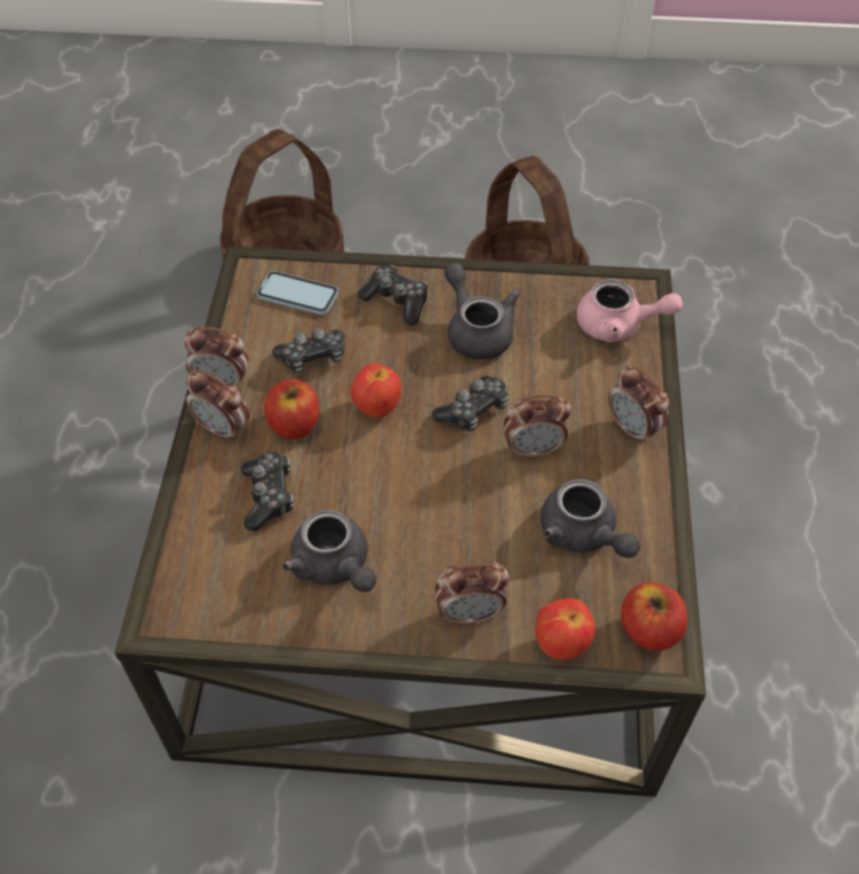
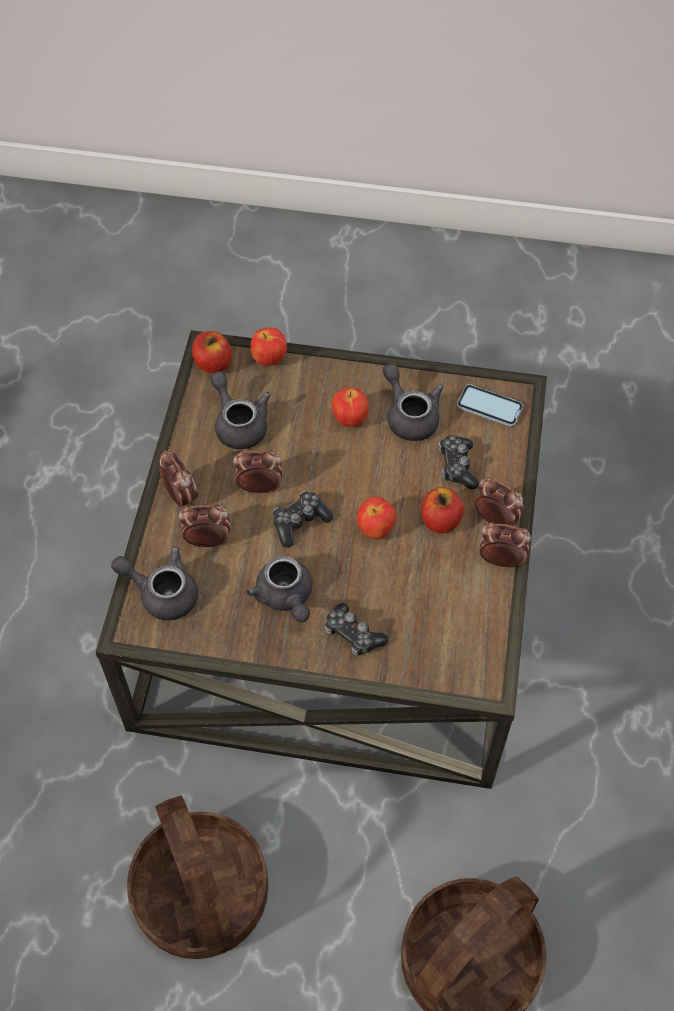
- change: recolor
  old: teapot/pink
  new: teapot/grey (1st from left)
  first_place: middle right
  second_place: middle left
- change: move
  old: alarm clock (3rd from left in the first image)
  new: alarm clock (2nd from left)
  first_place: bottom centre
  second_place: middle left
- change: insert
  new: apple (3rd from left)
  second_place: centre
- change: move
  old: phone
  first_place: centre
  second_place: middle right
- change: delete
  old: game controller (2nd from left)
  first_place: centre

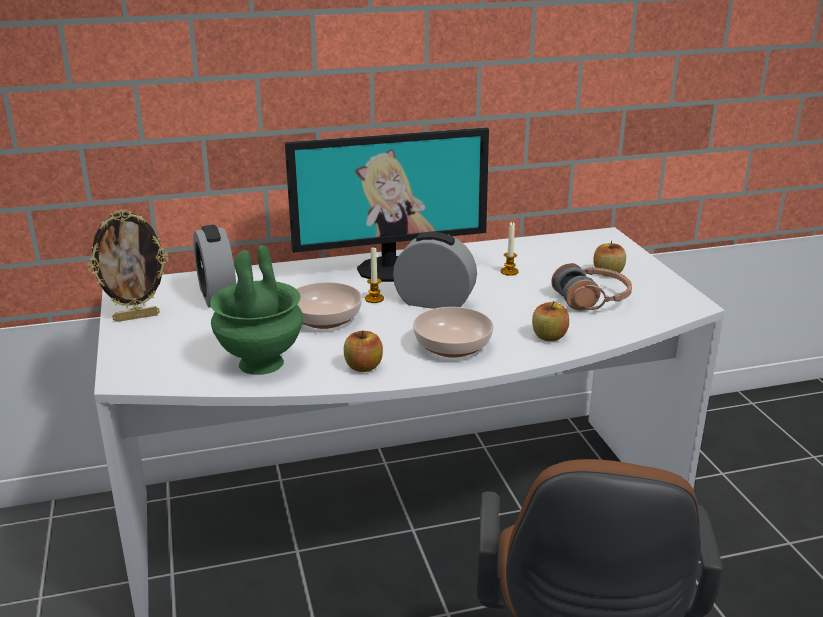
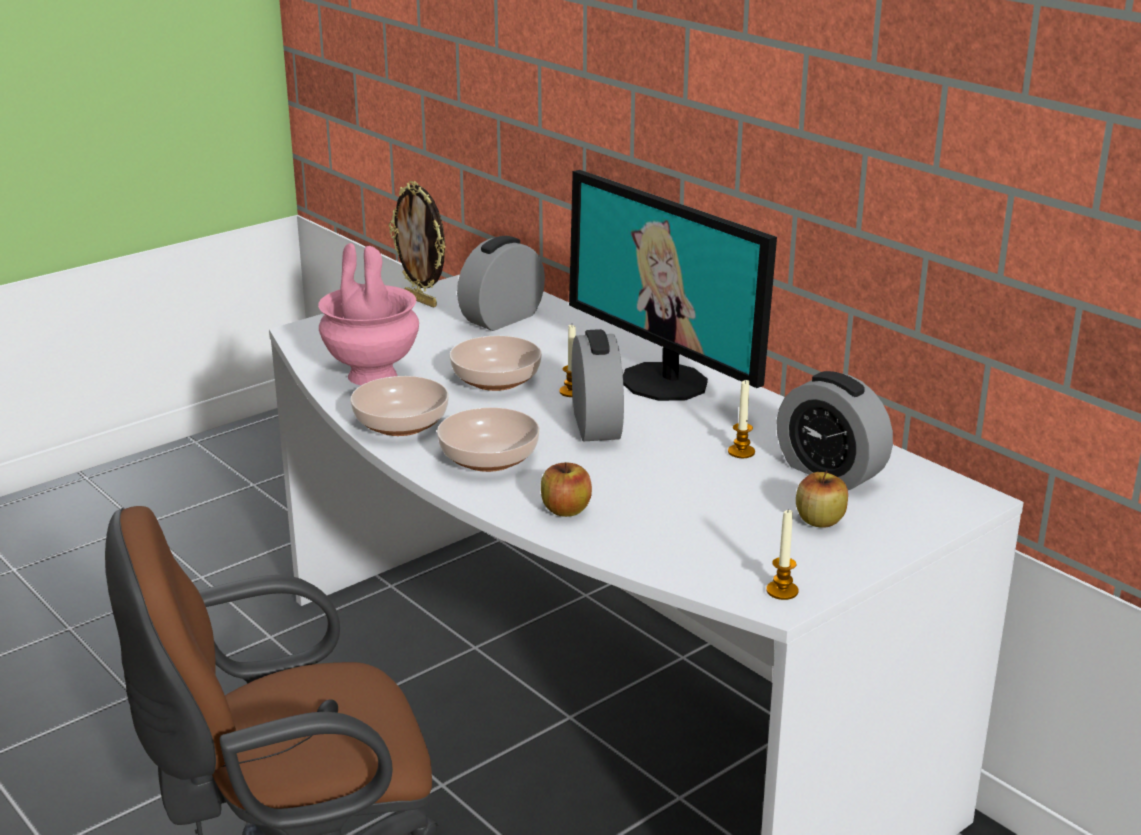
- change: recolor
  old: vase/green
  new: vase/pink
  first_place: middle left
  second_place: middle left
- change: replace
  old: apple (1st from left)
  new: bowl (1st from left)
  first_place: centre
  second_place: centre
- change: insert
  new: candle (3rd from left)
  second_place: middle right
- change: insert
  new: alarm clock (3rd from left)
  second_place: middle right
- change: delete
  old: headphones
  first_place: middle right

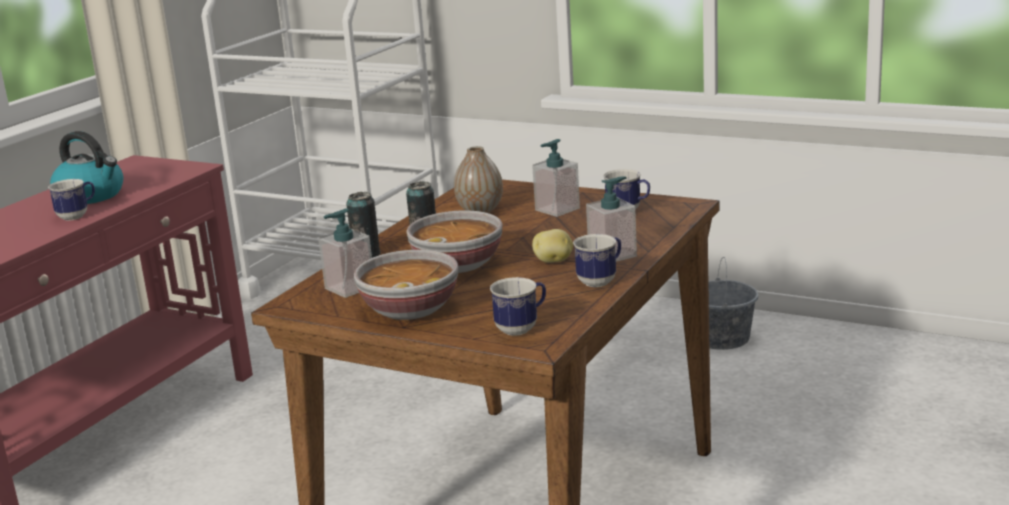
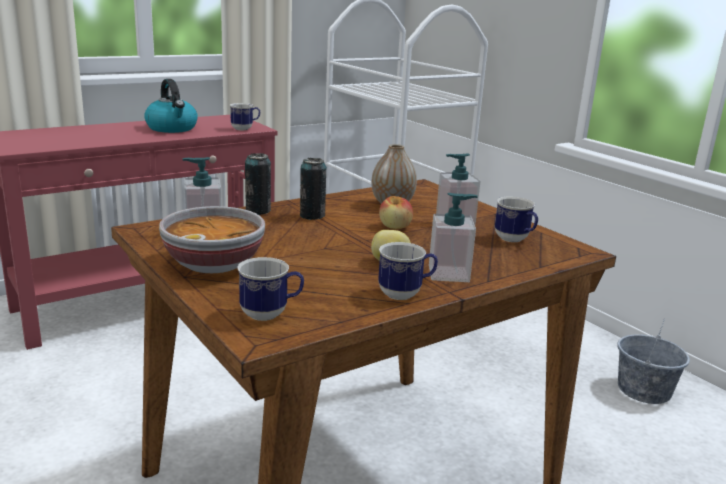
- change: move
  old: mug (1st from left)
  first_place: middle left
  second_place: top centre
- change: insert
  new: apple
  second_place: centre
- change: delete
  old: bowl (2nd from left)
  first_place: centre

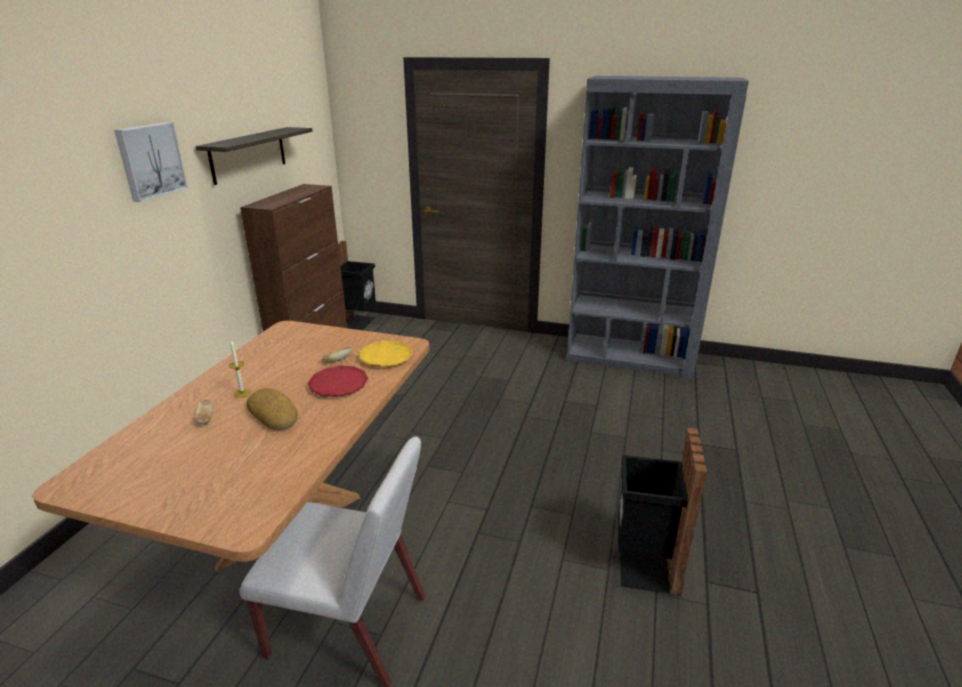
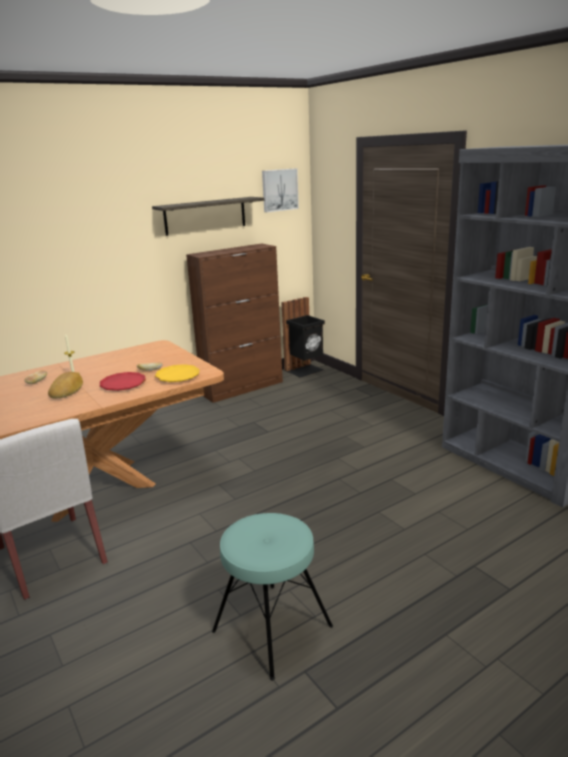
- change: replace
  old: trash can/black (2nd from left)
  new: stool/turquoise
  first_place: bottom right
  second_place: bottom centre
- change: move
  old: picture
  first_place: top left
  second_place: top centre

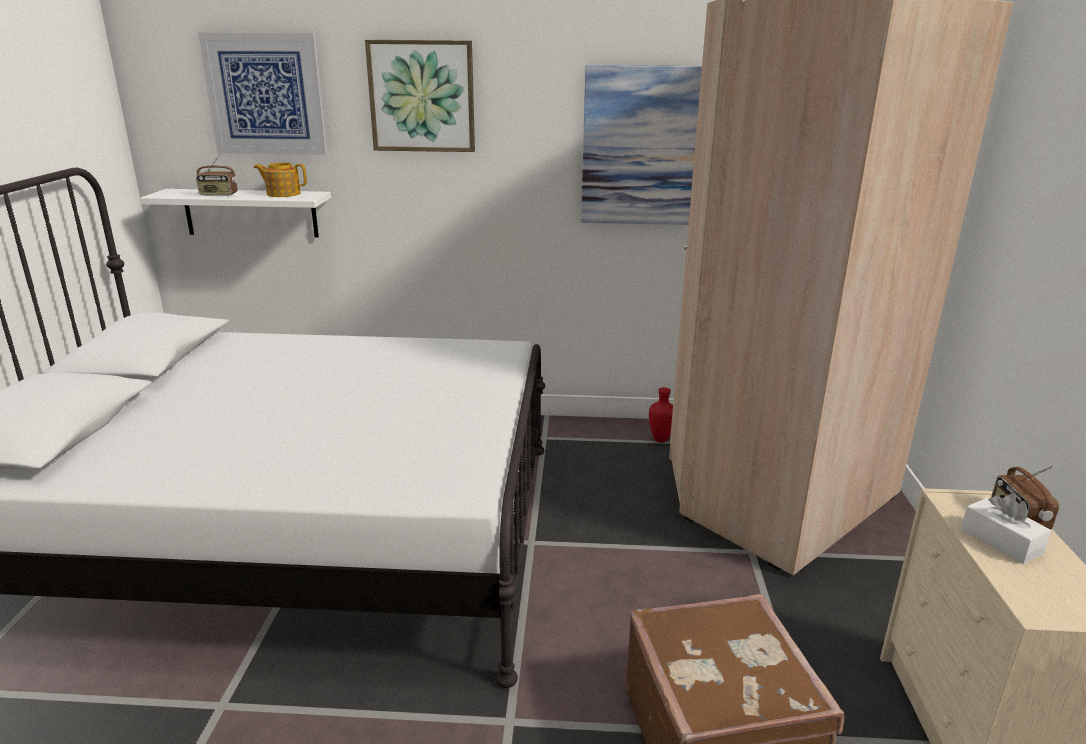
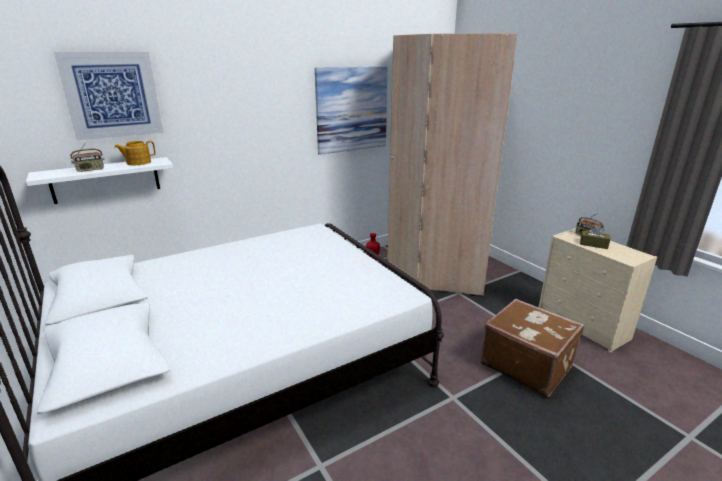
- change: recolor
  old: tissue box/white
  new: tissue box/brown
  first_place: bottom right
  second_place: middle right
- change: delete
  old: picture (2nd from left)
  first_place: top centre

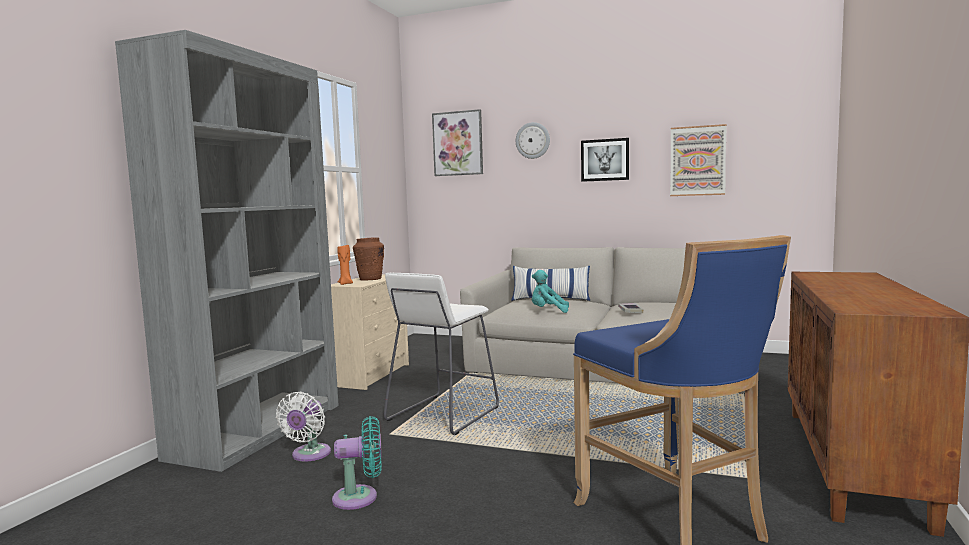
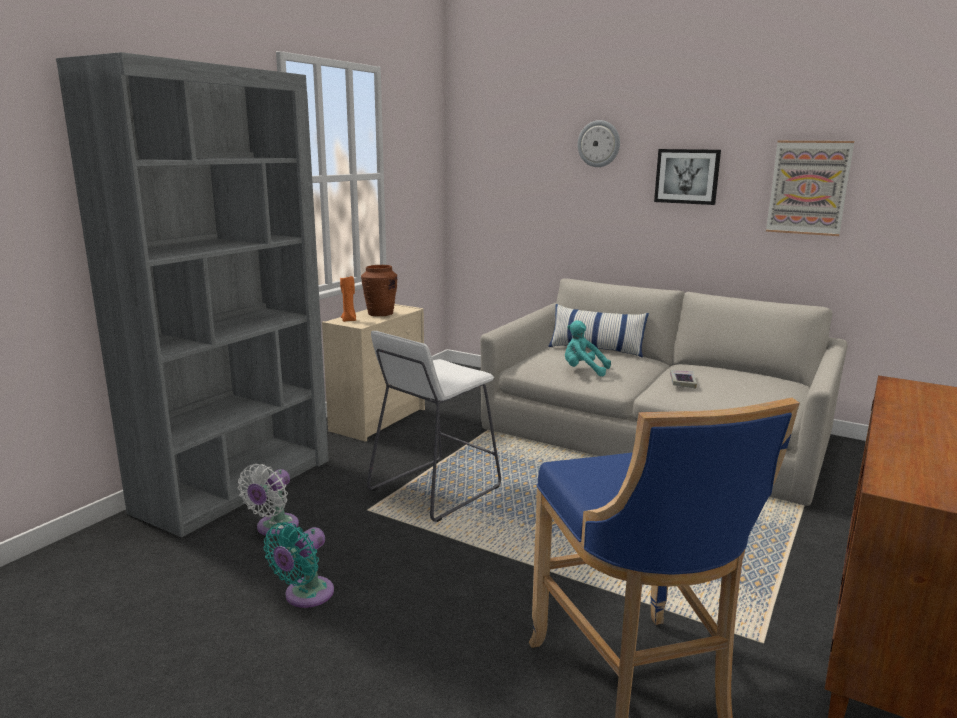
- change: rotate
  old: fan/turquoise
  first_place: bottom centre
  second_place: bottom left
  degrees: 120
- change: delete
  old: picture (1st from left)
  first_place: top centre

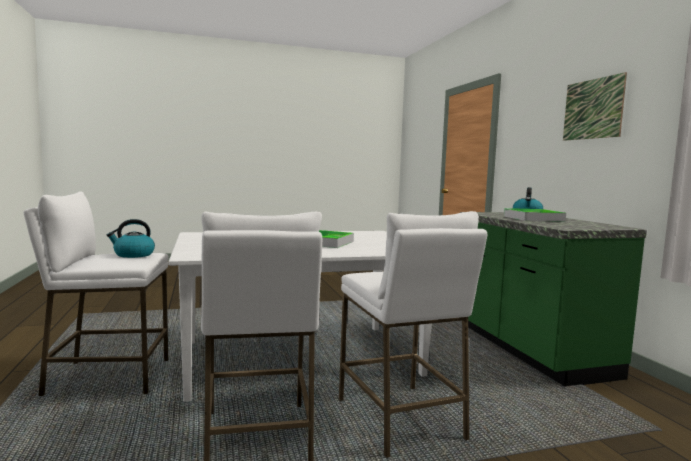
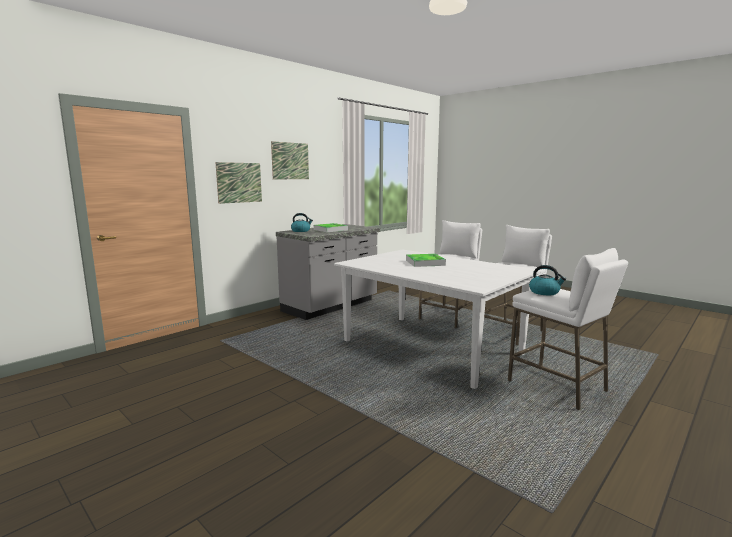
- change: insert
  new: picture (1st from left)
  second_place: middle left
- change: recolor
  old: counter/green
  new: counter/grey
  first_place: middle right
  second_place: centre

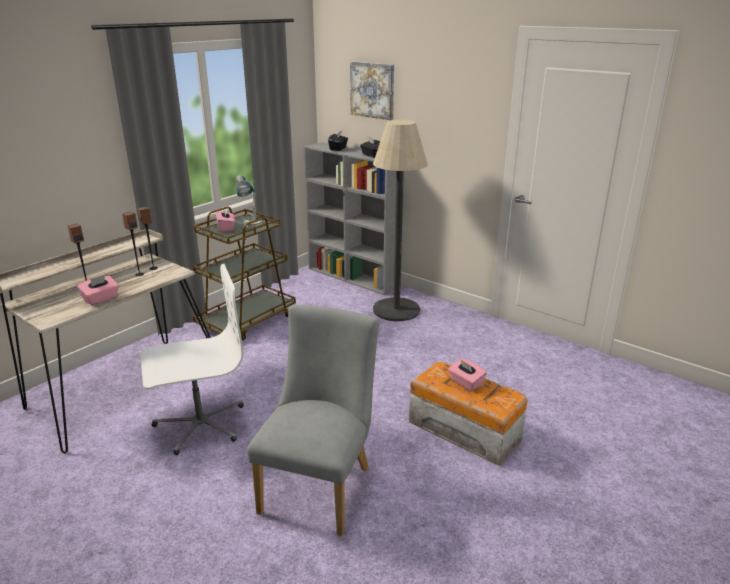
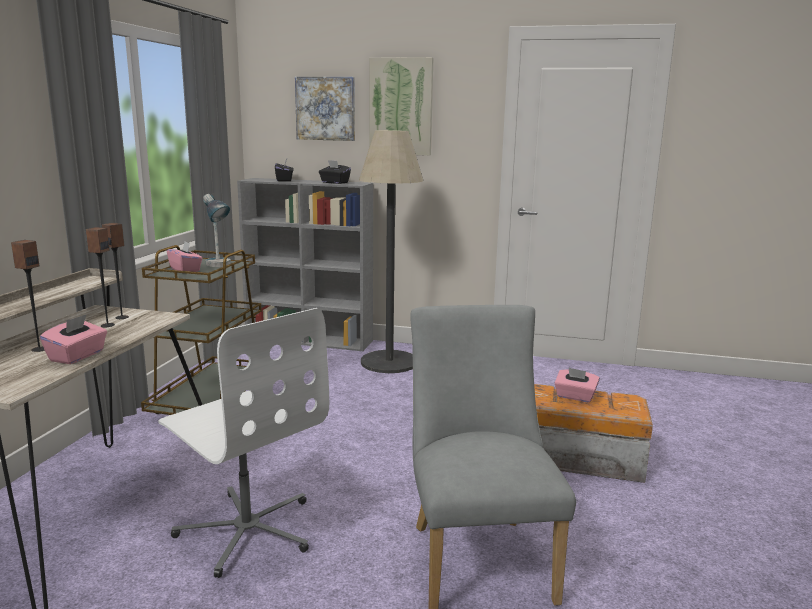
- change: rotate
  old: office chair/white
  first_place: middle left
  second_place: bottom left
  degrees: 90
- change: insert
  new: picture (2nd from left)
  second_place: top centre

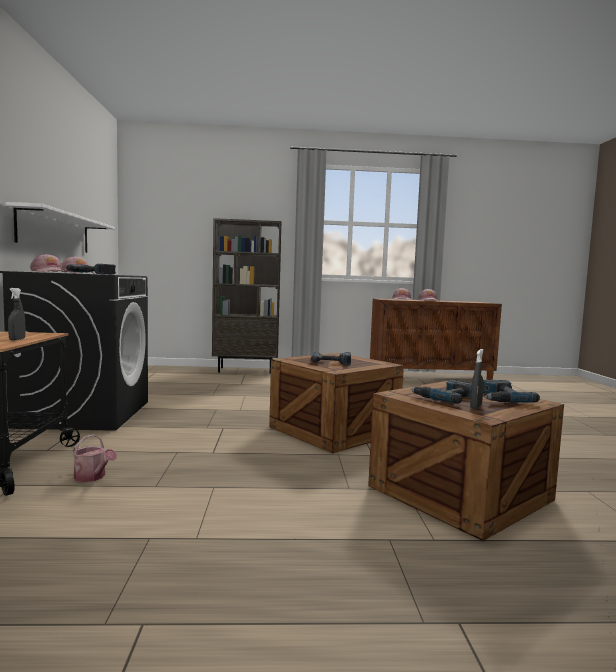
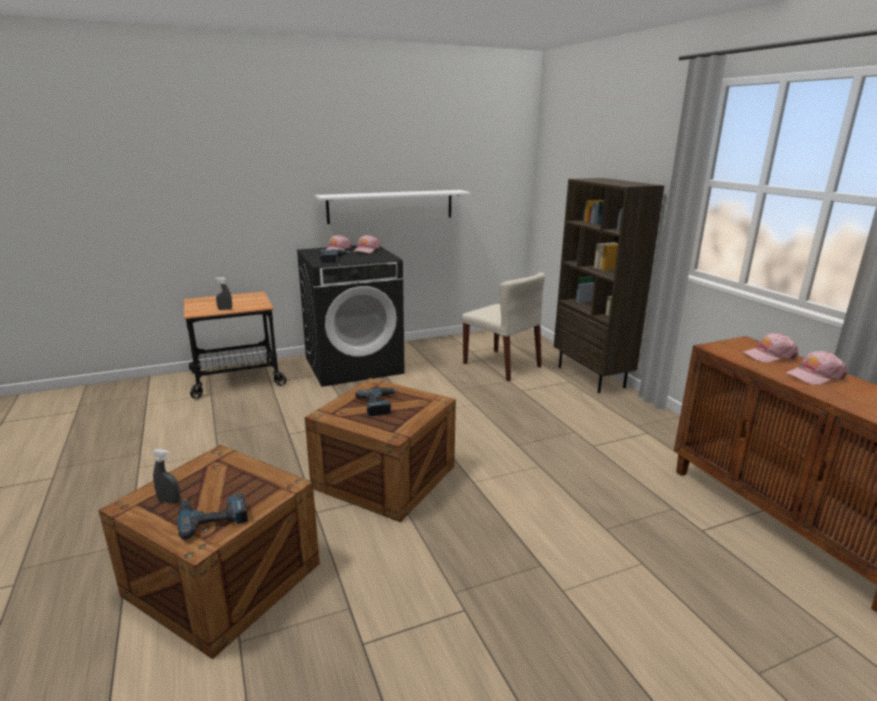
- change: insert
  new: chair/beige
  second_place: centre
- change: delete
  old: watering can
  first_place: bottom left
- change: delete
  old: power drill (3rd from left)
  first_place: middle right

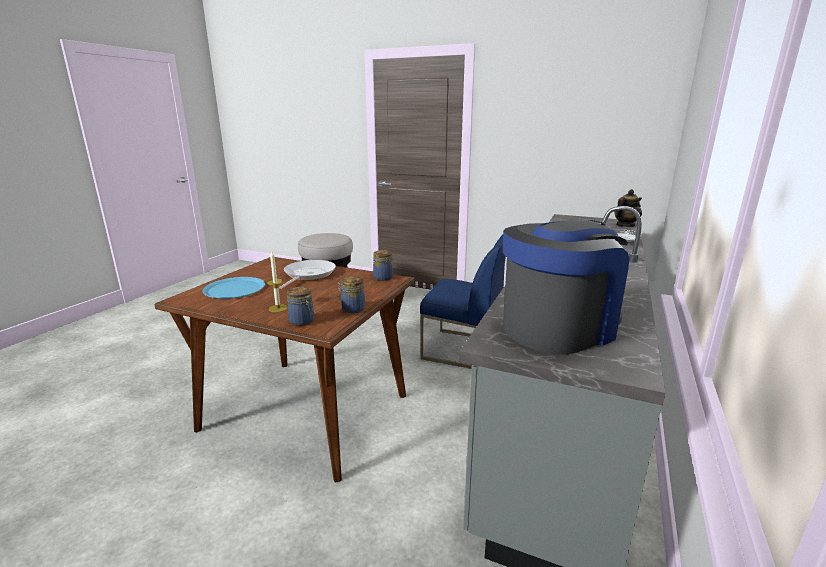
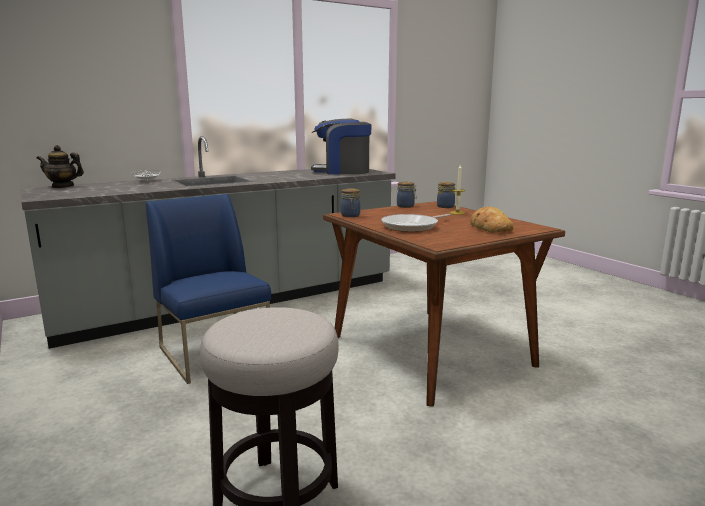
- change: replace
  old: plate/blue
  new: bread
  first_place: middle left
  second_place: middle right

